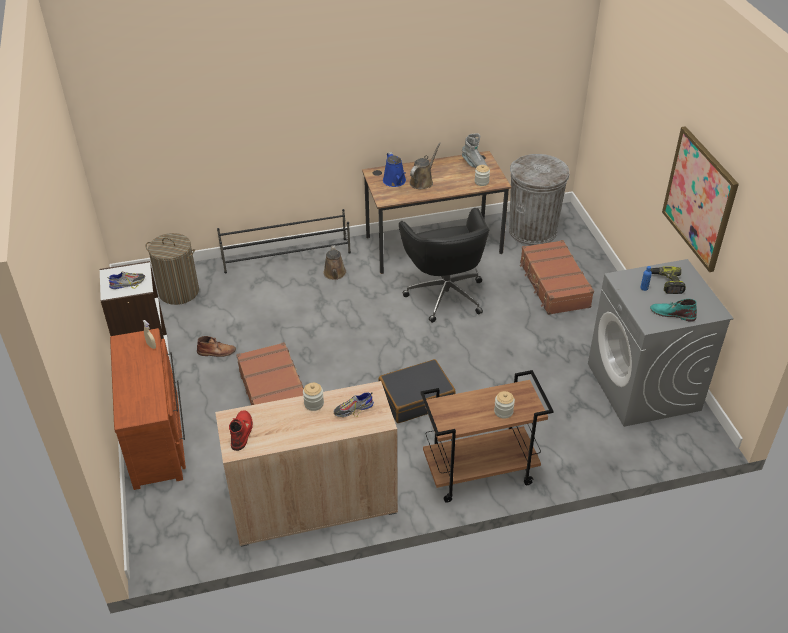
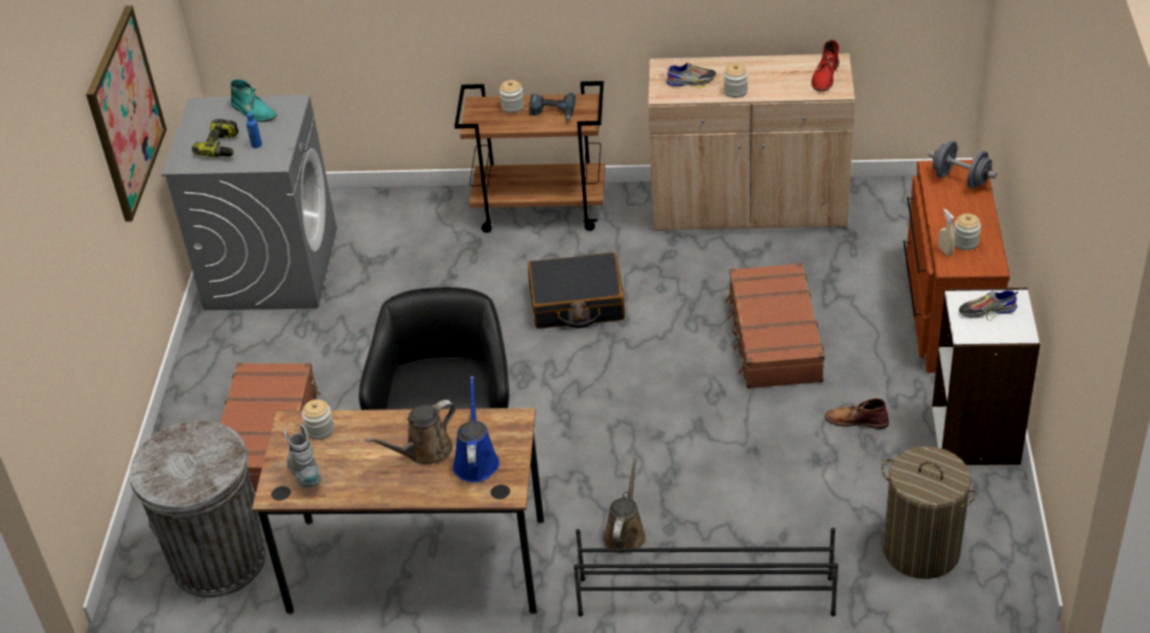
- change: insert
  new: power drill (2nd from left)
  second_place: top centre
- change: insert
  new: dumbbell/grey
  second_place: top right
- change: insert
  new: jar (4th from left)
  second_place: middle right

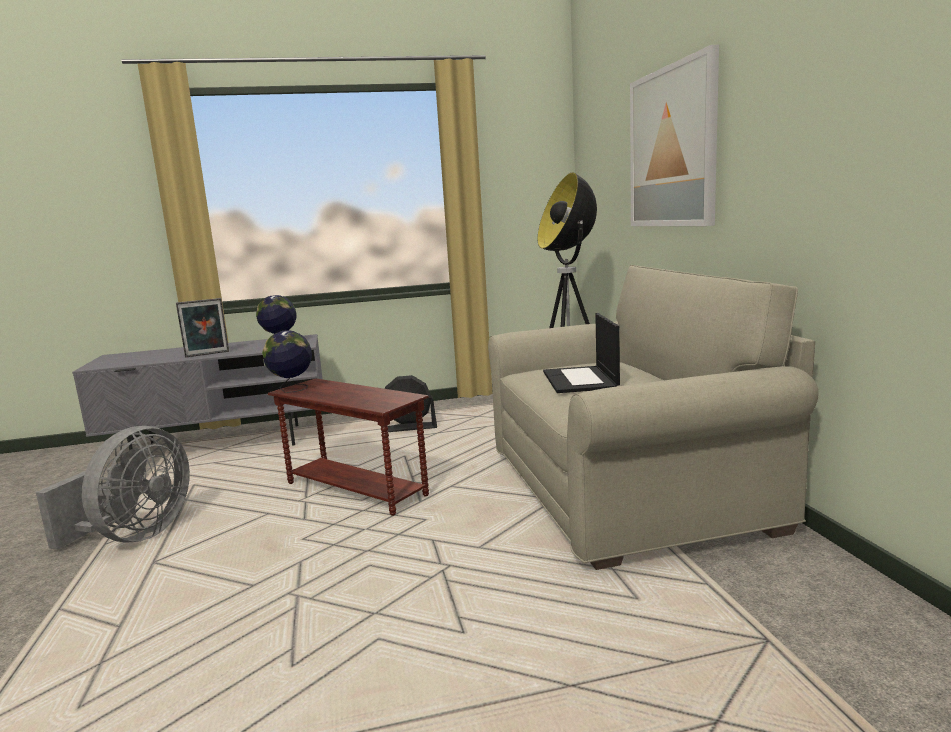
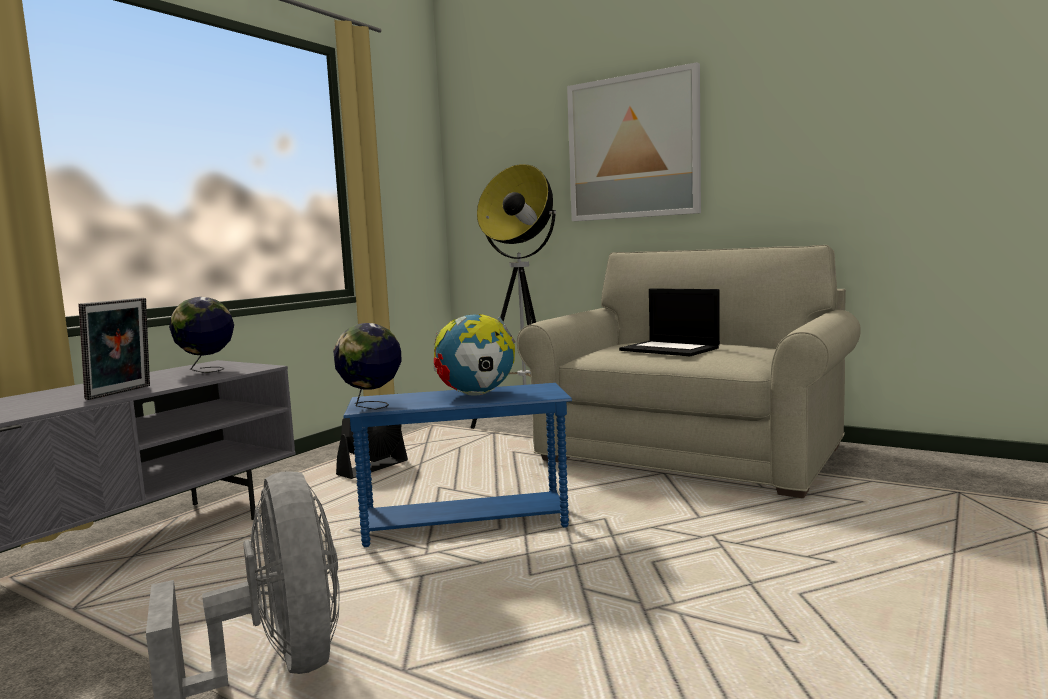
- change: recolor
  old: side table/brown
  new: side table/blue
  first_place: centre
  second_place: centre
- change: insert
  new: globe (3rd from left)
  second_place: centre

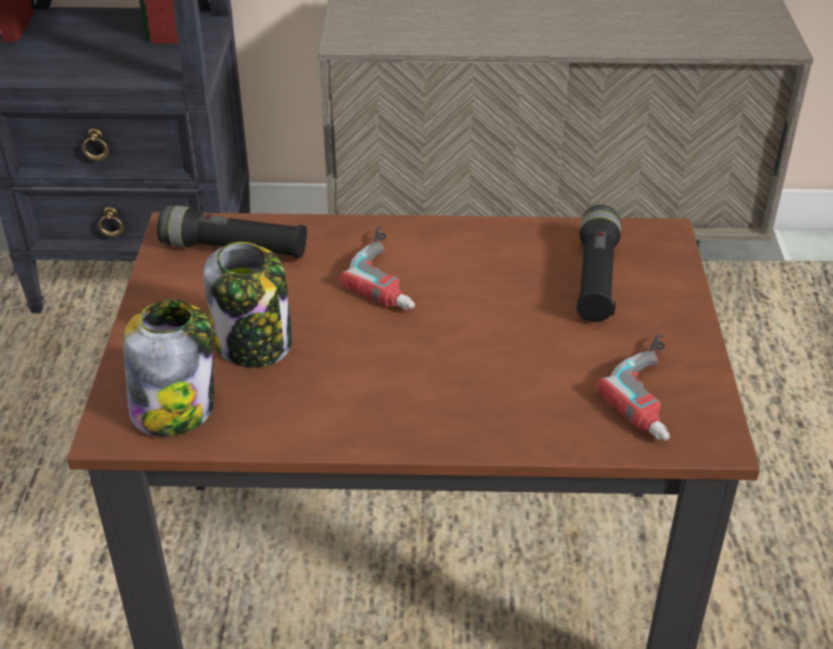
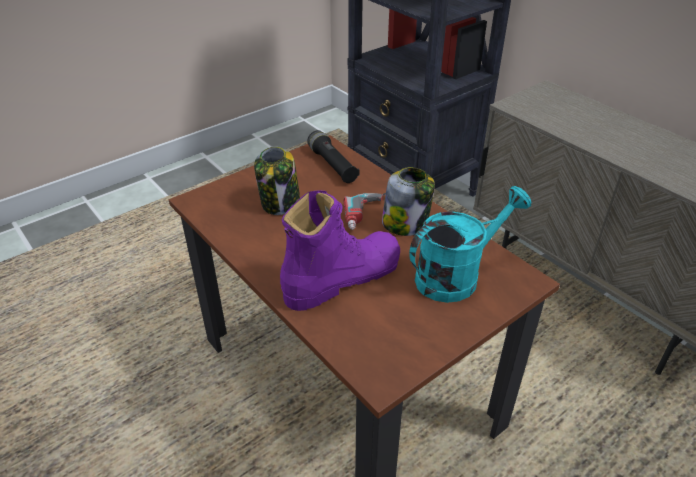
- change: insert
  new: boot/purple
  second_place: centre
- change: move
  old: jar (1st from left in the first image)
  new: jar (2nd from left)
  first_place: middle left
  second_place: centre
- change: replace
  old: flashlight/black (2nd from left)
  new: watering can/turquoise
  first_place: middle right
  second_place: middle right
- change: delete
  old: power drill (2nd from left)
  first_place: middle right

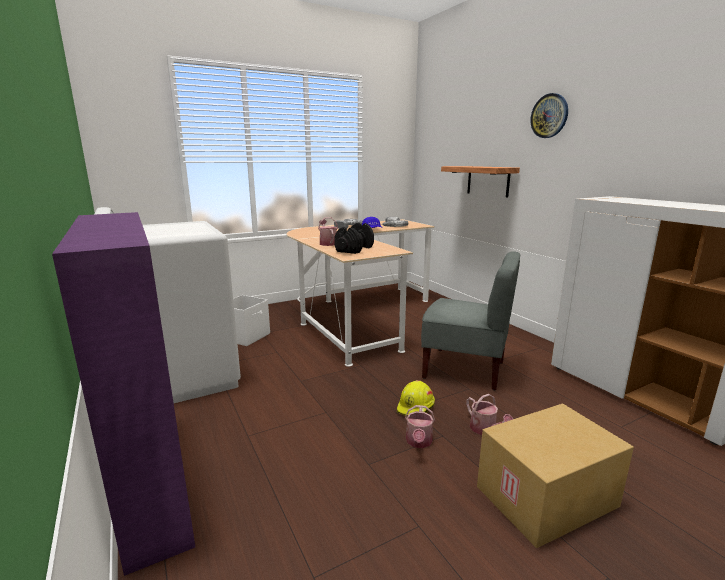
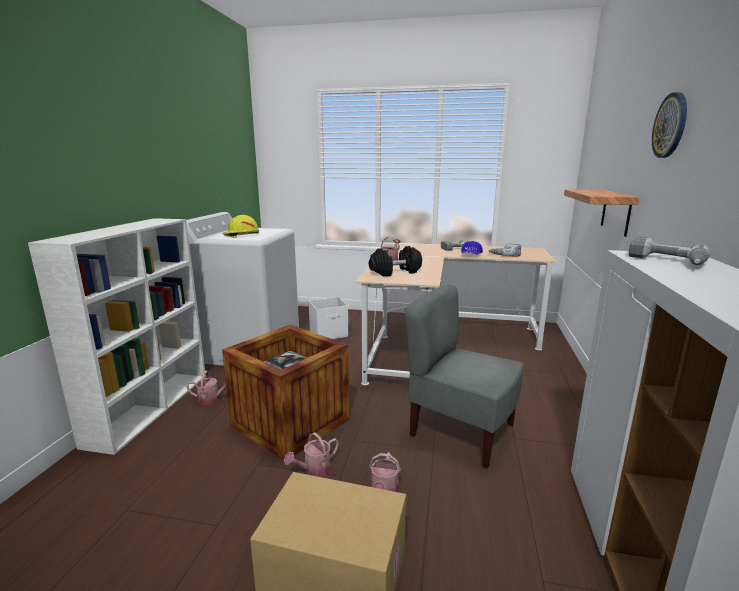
- change: recolor
  old: bookcase/purple
  new: bookcase/white
  first_place: bottom left
  second_place: middle left
- change: insert
  new: watering can (1st from left)
  second_place: middle left
- change: insert
  new: crate
  second_place: centre
- change: move
  old: hard hat/yellow
  first_place: bottom centre
  second_place: middle left
- change: rotate
  old: chair/grey
  first_place: centre
  second_place: centre
  degrees: 150
- change: insert
  new: power drill (3rd from left)
  second_place: middle right

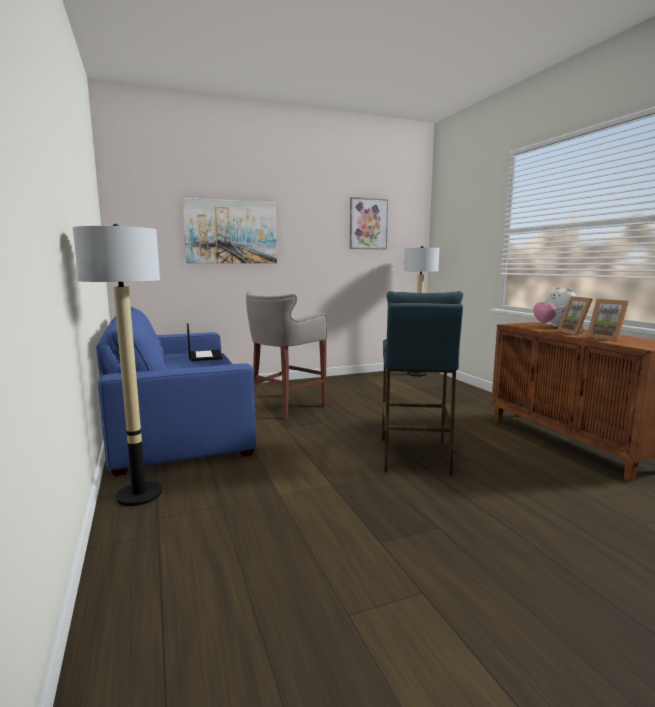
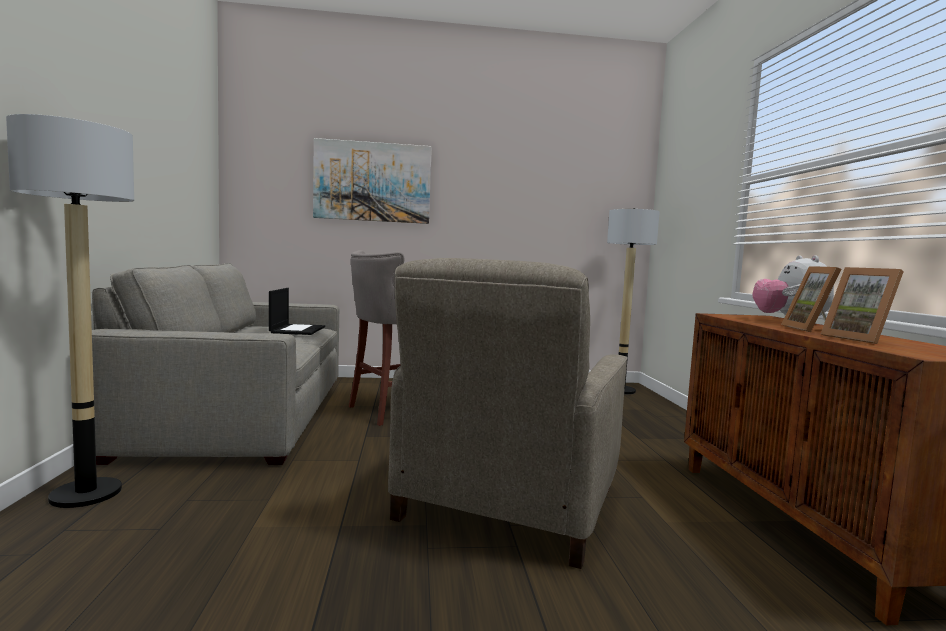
- change: recolor
  old: sofa/blue
  new: sofa/grey
  first_place: middle left
  second_place: middle left
- change: replace
  old: stool/blue
  new: armchair/beige
  first_place: centre
  second_place: centre
- change: delete
  old: picture (2nd from left)
  first_place: top centre

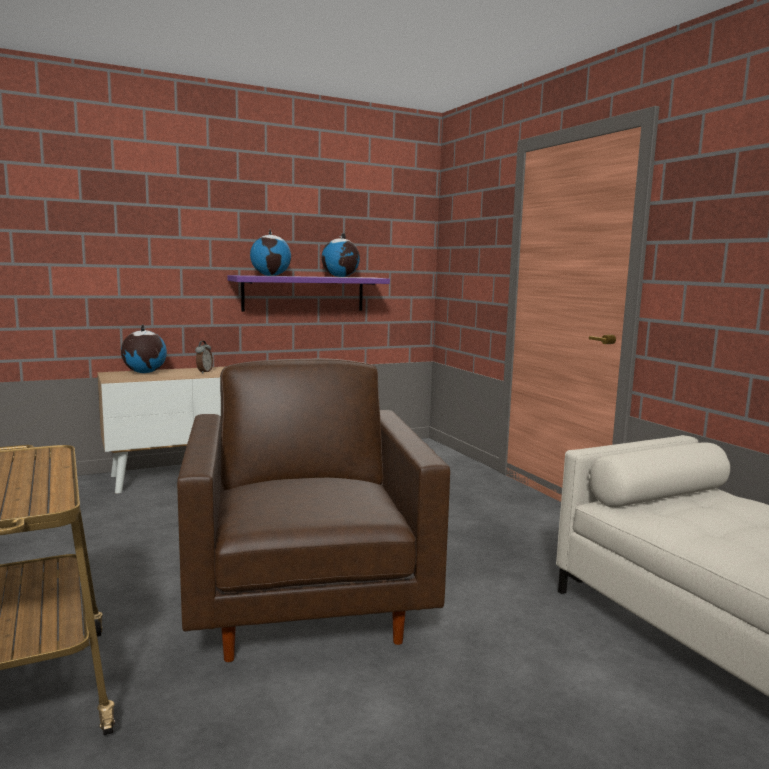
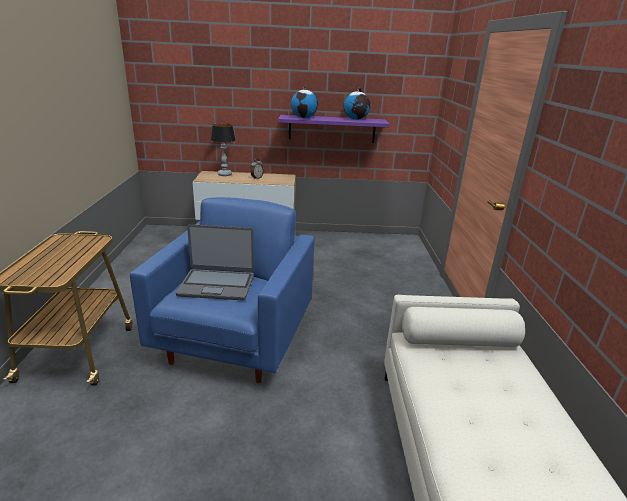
- change: recolor
  old: armchair/brown
  new: armchair/blue
  first_place: centre
  second_place: centre
- change: insert
  new: laptop
  second_place: centre
- change: replace
  old: globe (1st from left)
  new: table lamp
  first_place: middle left
  second_place: top centre

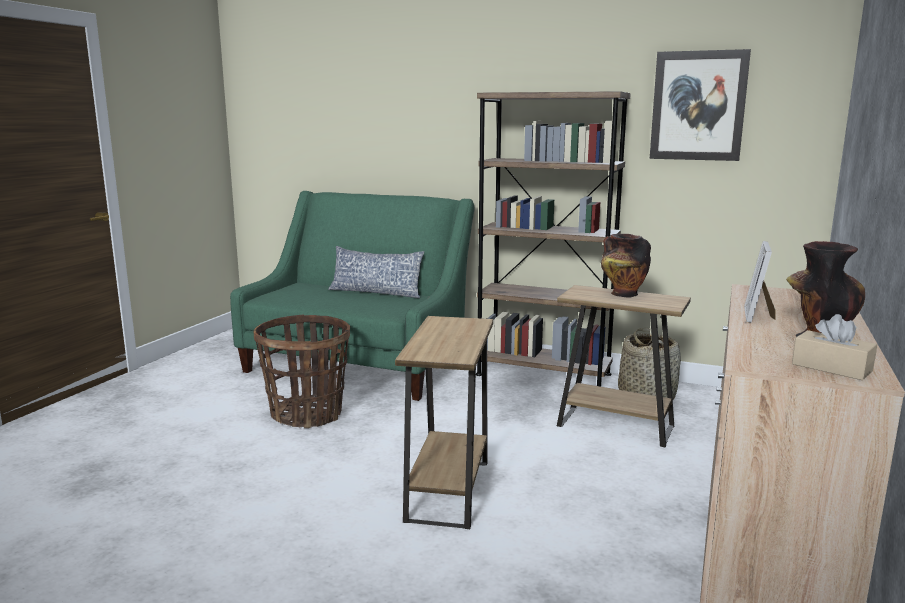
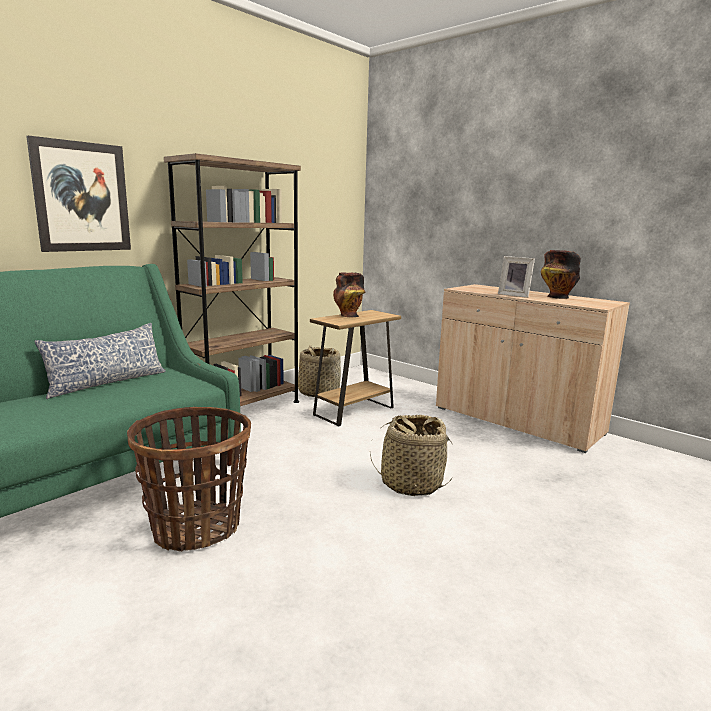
- change: move
  old: picture
  first_place: top right
  second_place: top left
- change: replace
  old: side table/brown (1st from left)
  new: basket (3rd from left)
  first_place: bottom centre
  second_place: centre
- change: delete
  old: tissue box/beige
  first_place: middle right

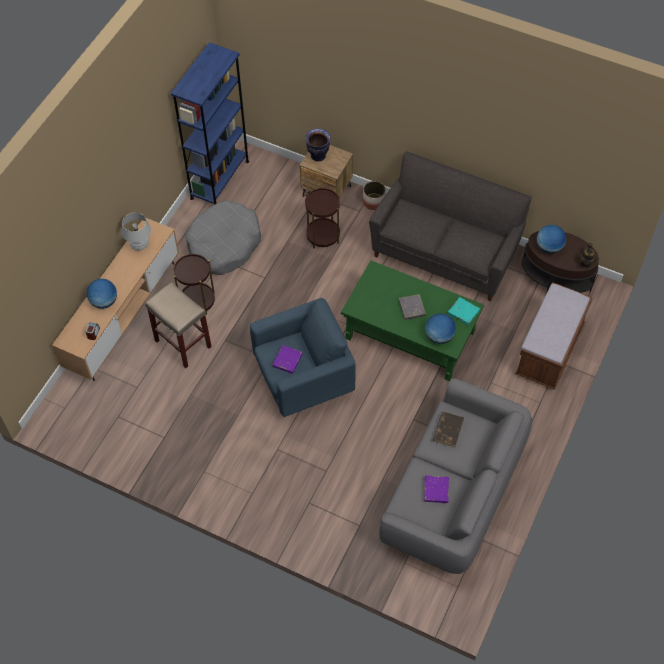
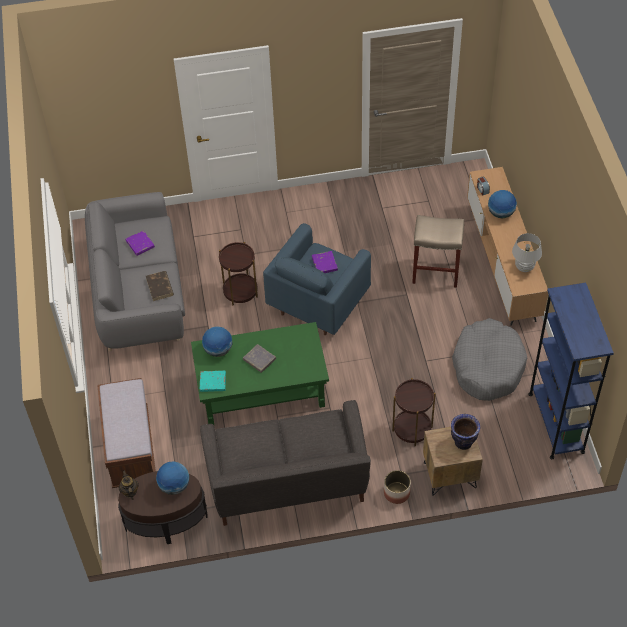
- change: move
  old: side table/brown (1st from left in the first image)
  new: side table/brown (2nd from left)
  first_place: middle left
  second_place: centre

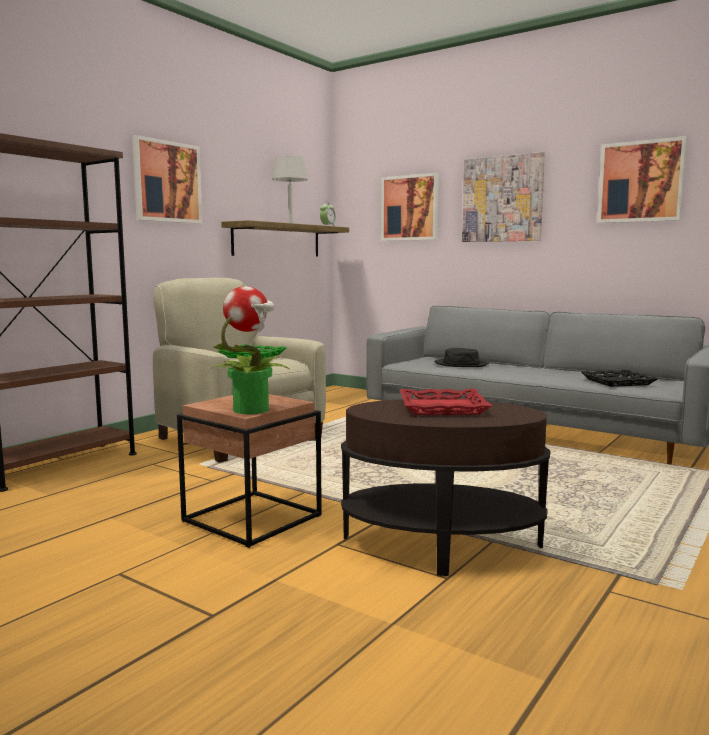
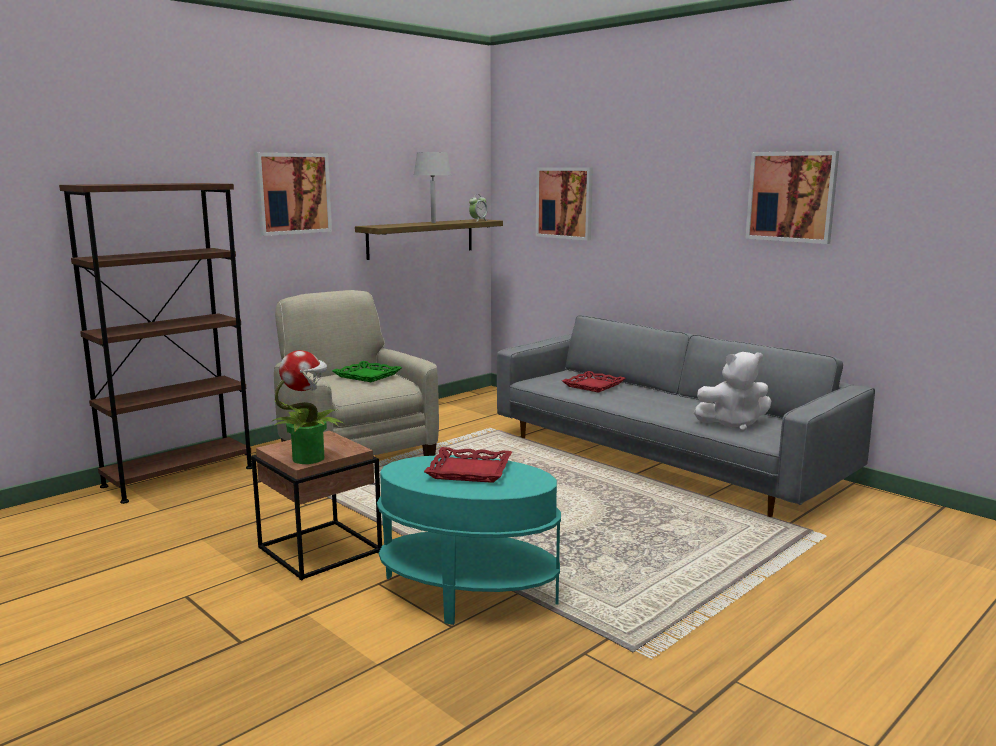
- change: recolor
  old: side table/brown (2nd from left)
  new: side table/turquoise
  first_place: centre
  second_place: bottom centre
- change: replace
  old: hat/black
  new: tray/red (2nd from left)
  first_place: centre
  second_place: centre
- change: replace
  old: tray/black
  new: plush toy/white
  first_place: middle right
  second_place: middle right
- change: delete
  old: picture (3rd from left)
  first_place: top right

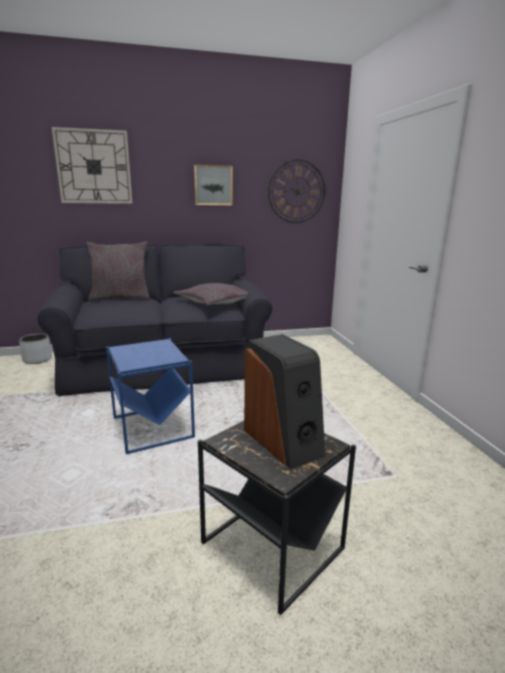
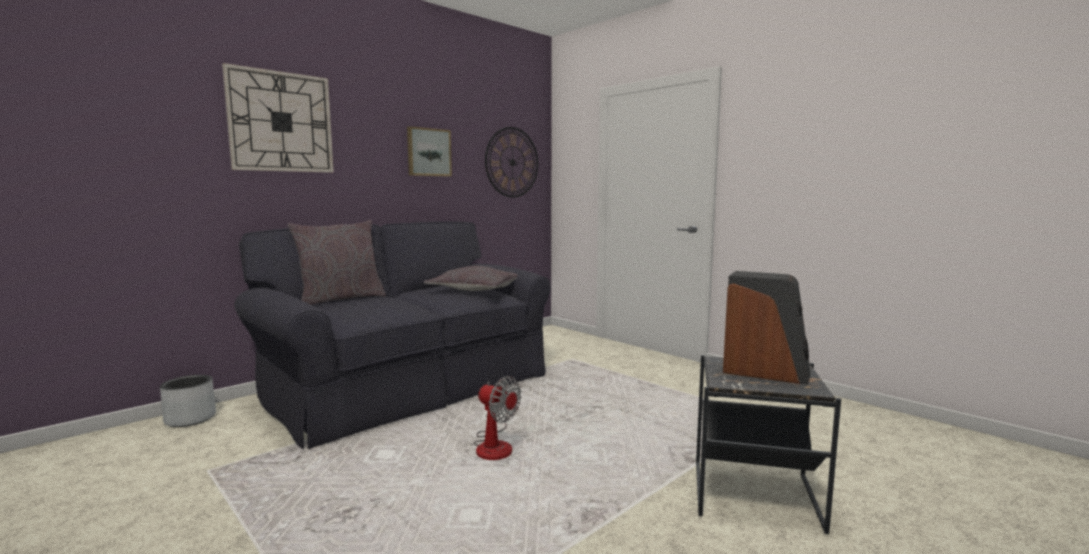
- change: replace
  old: side table/blue
  new: fan
  first_place: middle left
  second_place: bottom centre

